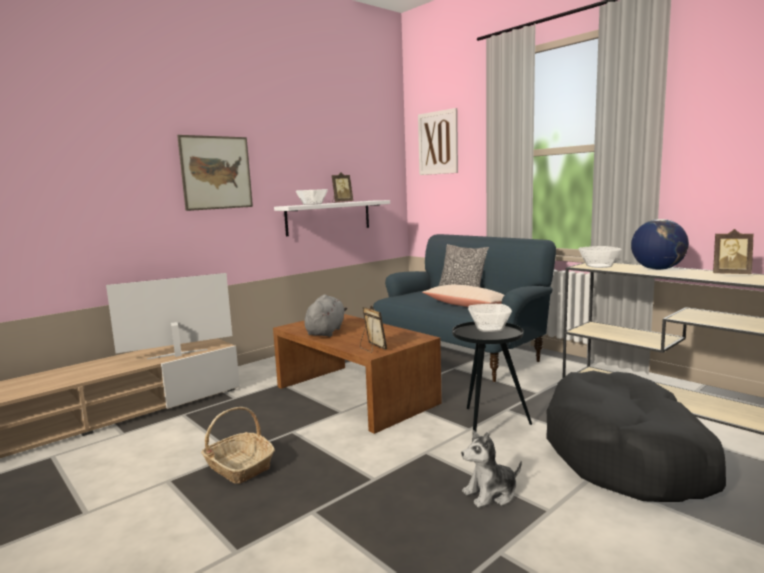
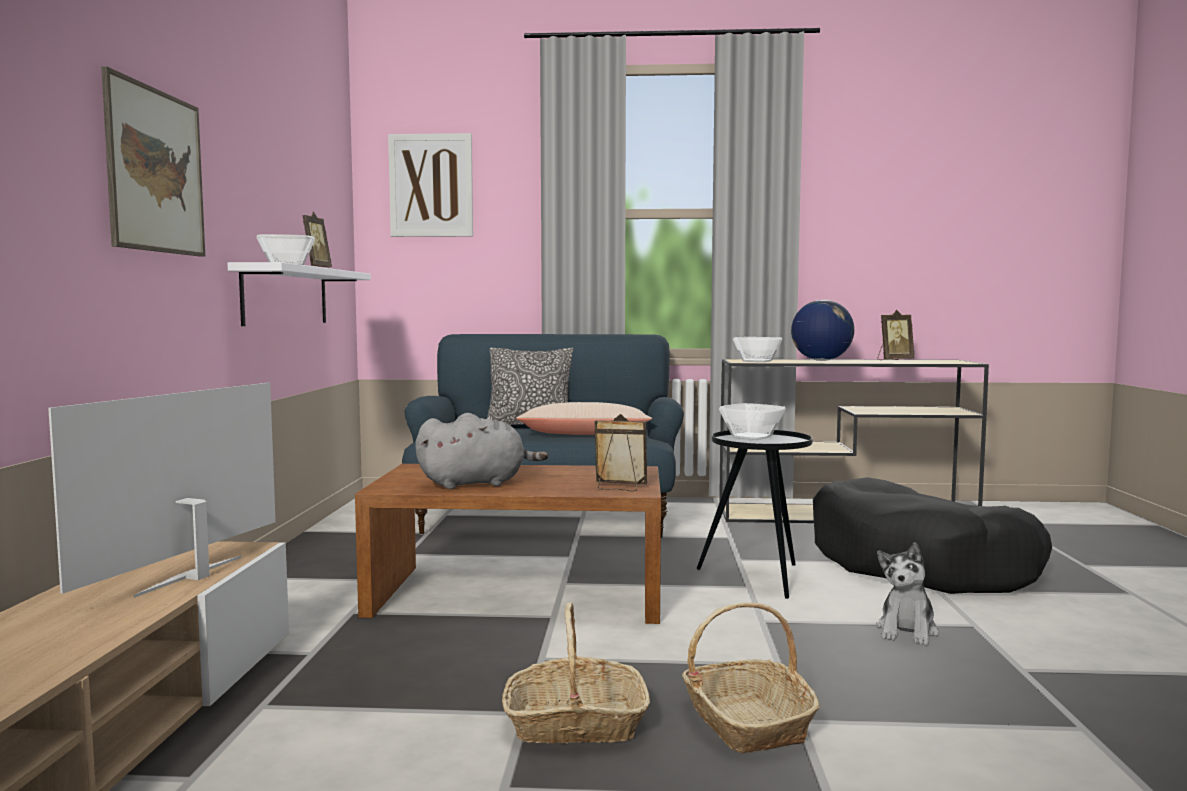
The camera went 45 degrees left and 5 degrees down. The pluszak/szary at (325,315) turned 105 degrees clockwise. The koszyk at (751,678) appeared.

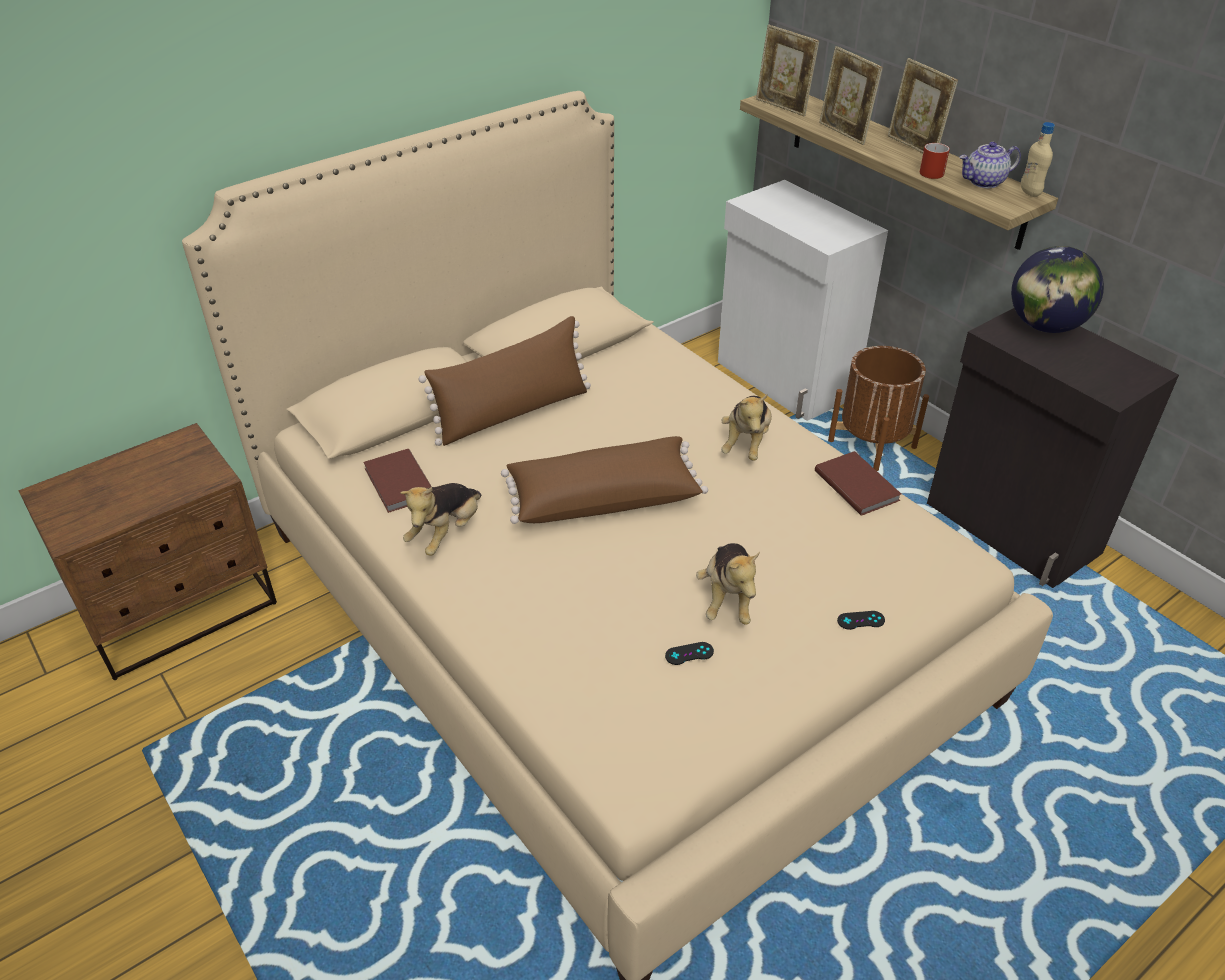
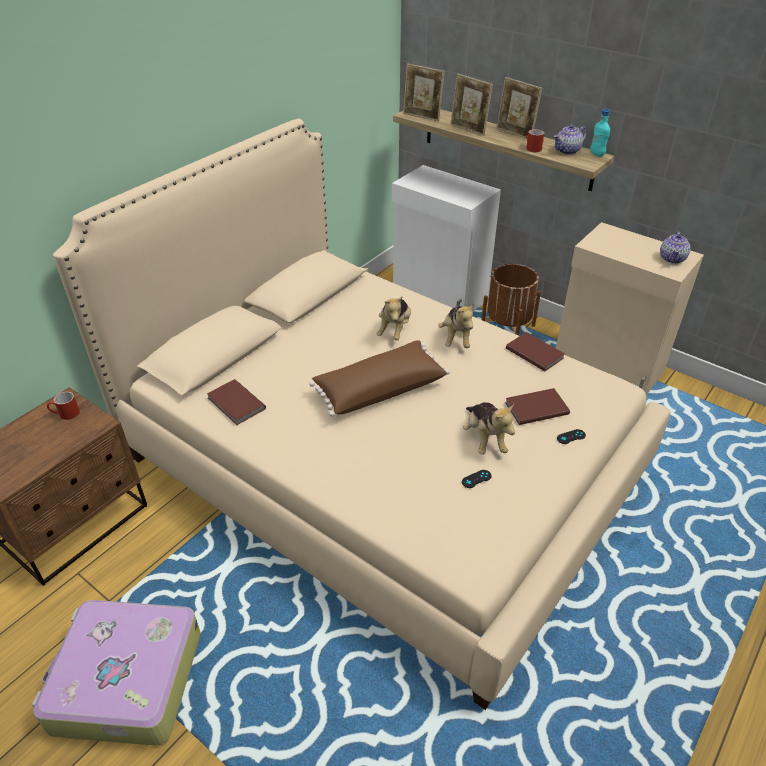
The camera went 15 degrees left and 0 degrees up. The walizka at (116,673) appeared. The kubek/czerwony at (63,405) appeared. The pluszak moved from (440,519) to (393,318). The książka/brązowy at (537,406) appeared. The szafka/czarny at (1053,448) became the szafka/beżowy at (630,308). The butelka/beżowy at (1038,159) became the butelka/turkusowy at (600,133). The imbryk at (675,247) appeared. The poduszka/brązowy at (505,381) disappeared. The globus at (1057,289) disappeared.

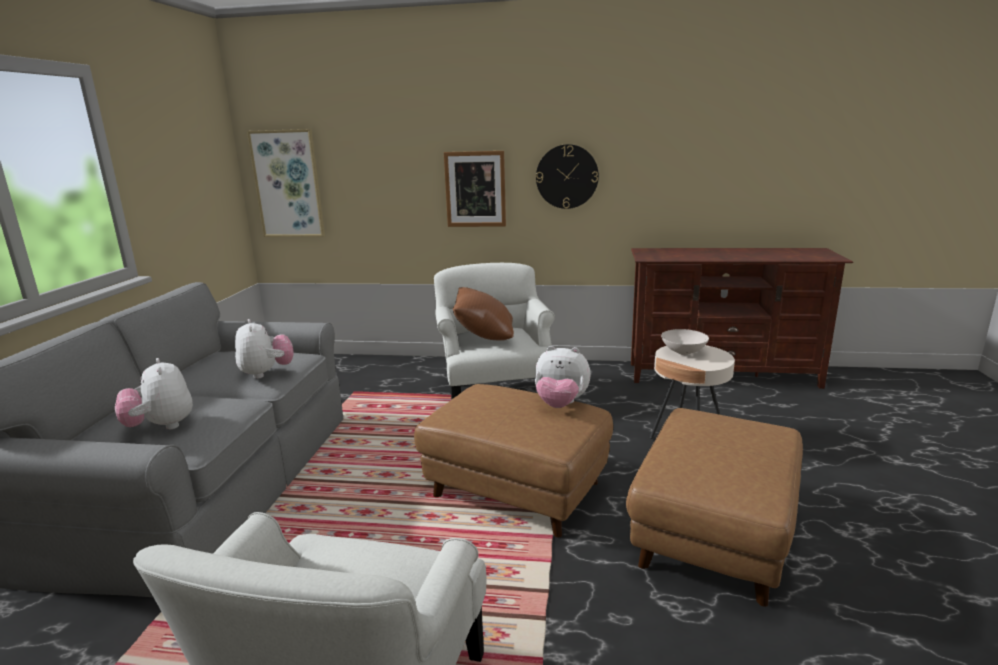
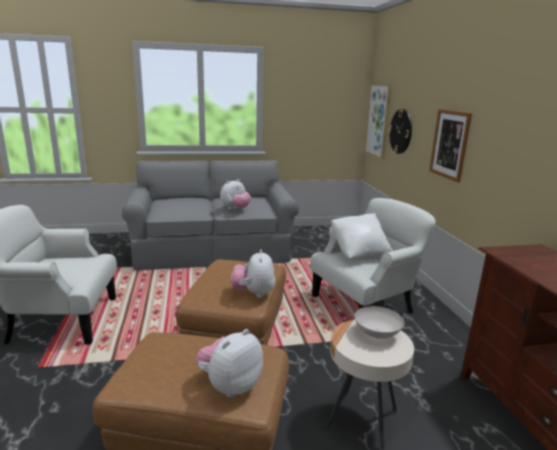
The camera went 70 degrees right and 0 degrees up. The pluszak moved from (154,393) to (229,363). The poduszka/brązowy at (483,313) became the poduszka/biały at (362,236). The zegar ścienny moved from (567,176) to (400,131).

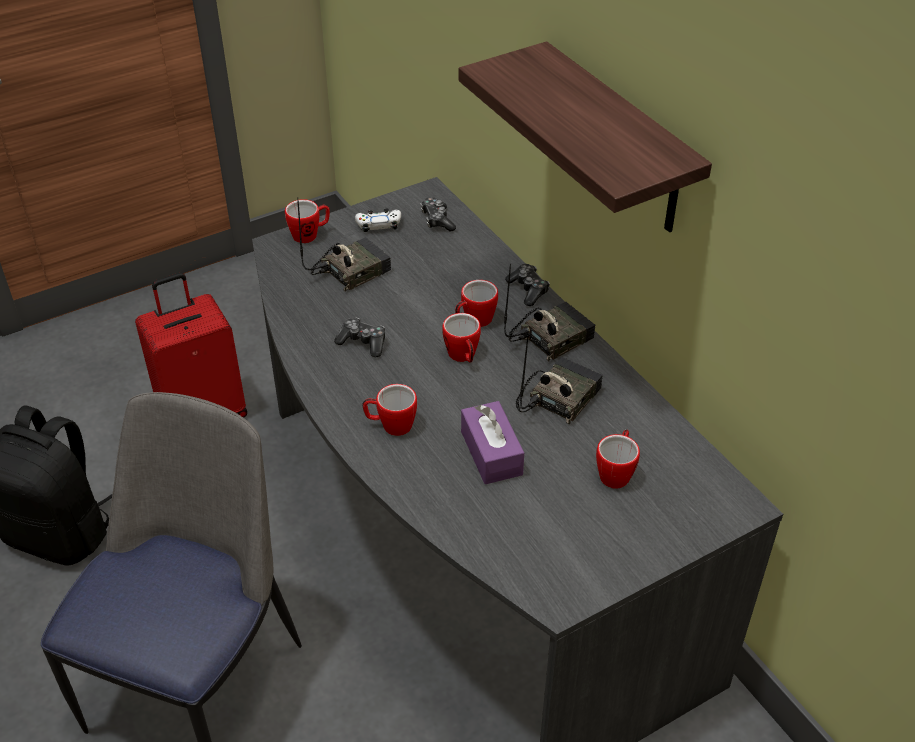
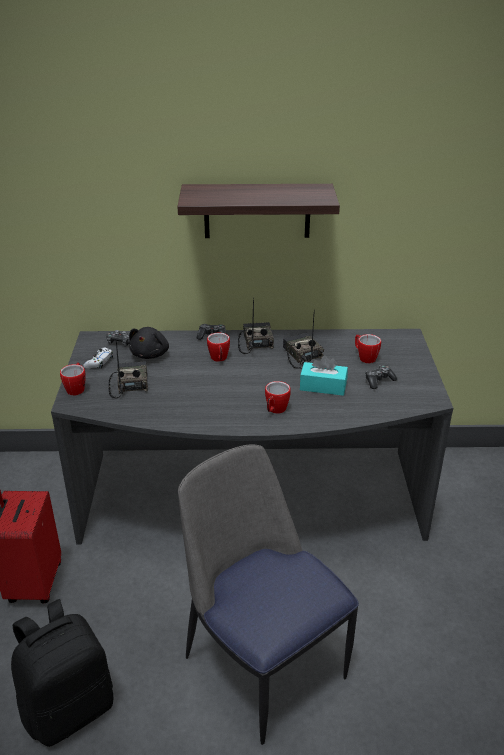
The camera went 60 degrees left and 10 degrees down. The pluszak/czarny at (149,343) appeared. The pudełko chusteczek/fioletowy at (492,442) became the pudełko chusteczek/turkusowy at (324,375). The pad do gier moved from (359,337) to (381,377). The kubek at (461,338) disappeared.

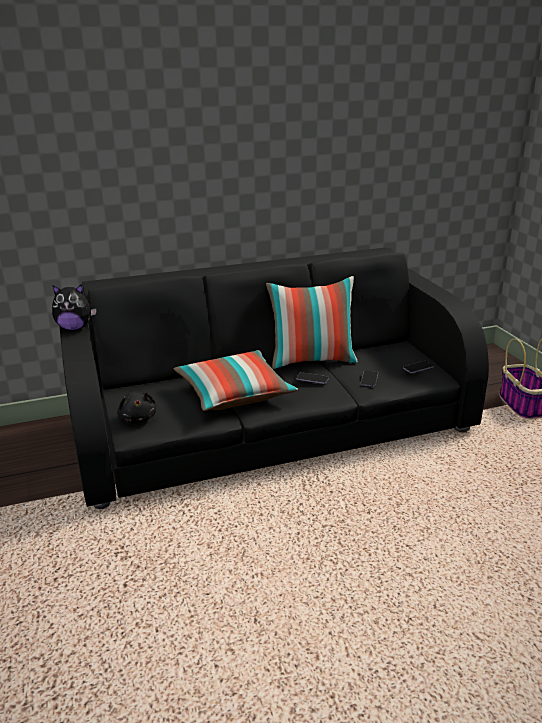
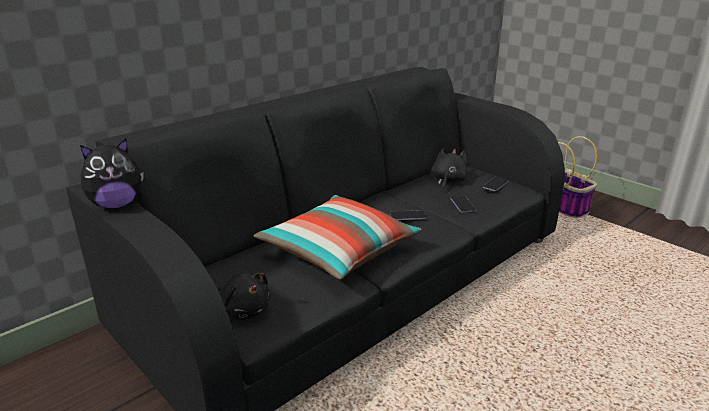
The camera went 25 degrees left and 0 degrees up. The pluszak/czarny at (449,169) appeared. The poduszka at (312,322) disappeared.

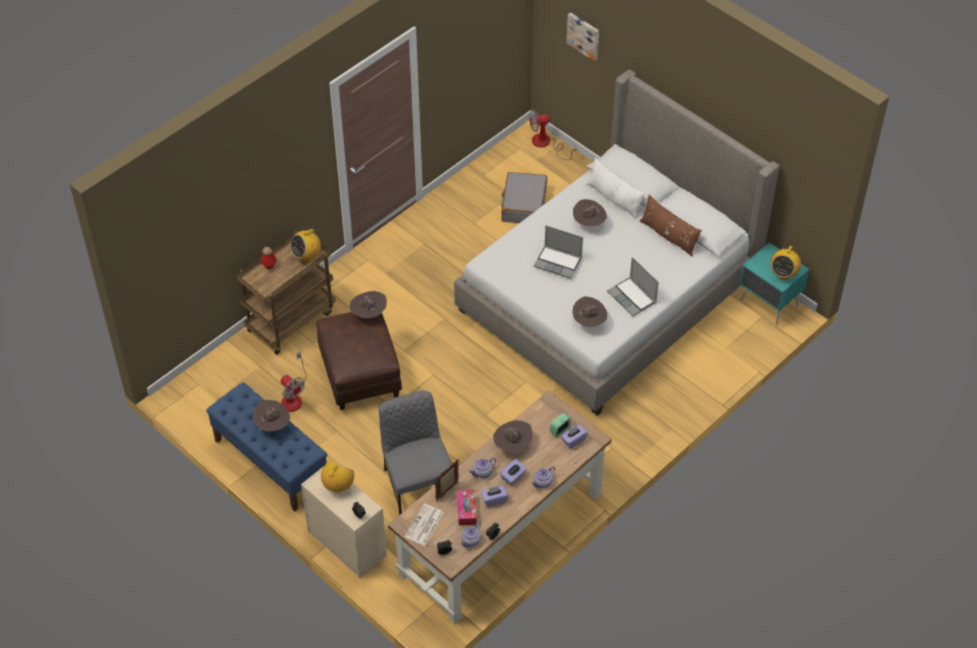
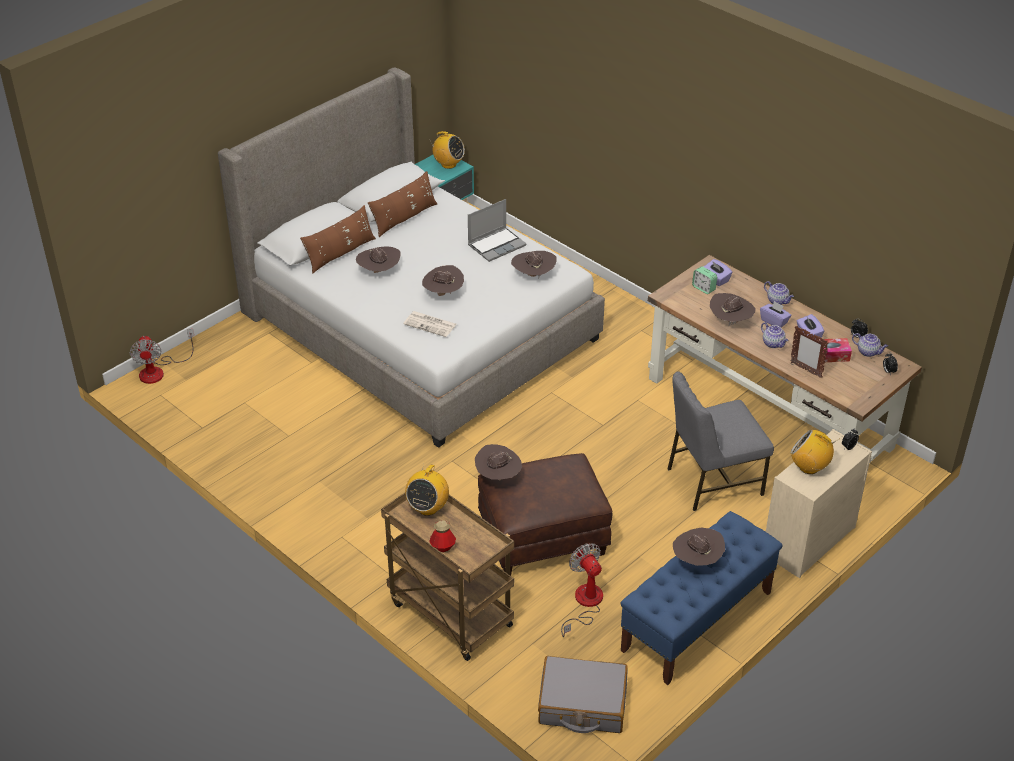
The camera went 90 degrees left and 10 degrees down. The poduszka/biały at (616,188) became the poduszka/brązowy at (338,239). The gazeta moved from (424,525) to (429,324). The radio at (305,244) turned 60 degrees clockwise. The laptop at (558,252) was replaced by the kapelusz/brązowy at (443,280). The walizka/szary moved from (524,197) to (583,694). The wentylator at (294,382) turned 75 degrees counterclockwise. The obraz at (582,37) disappeared.

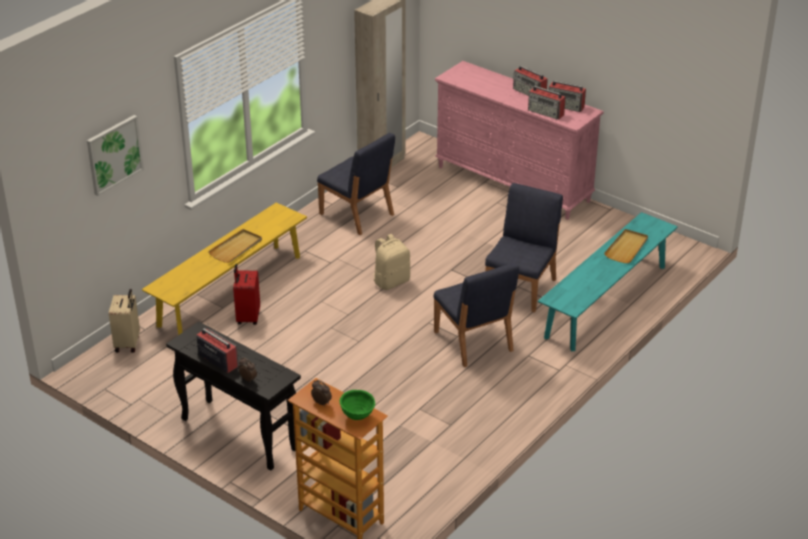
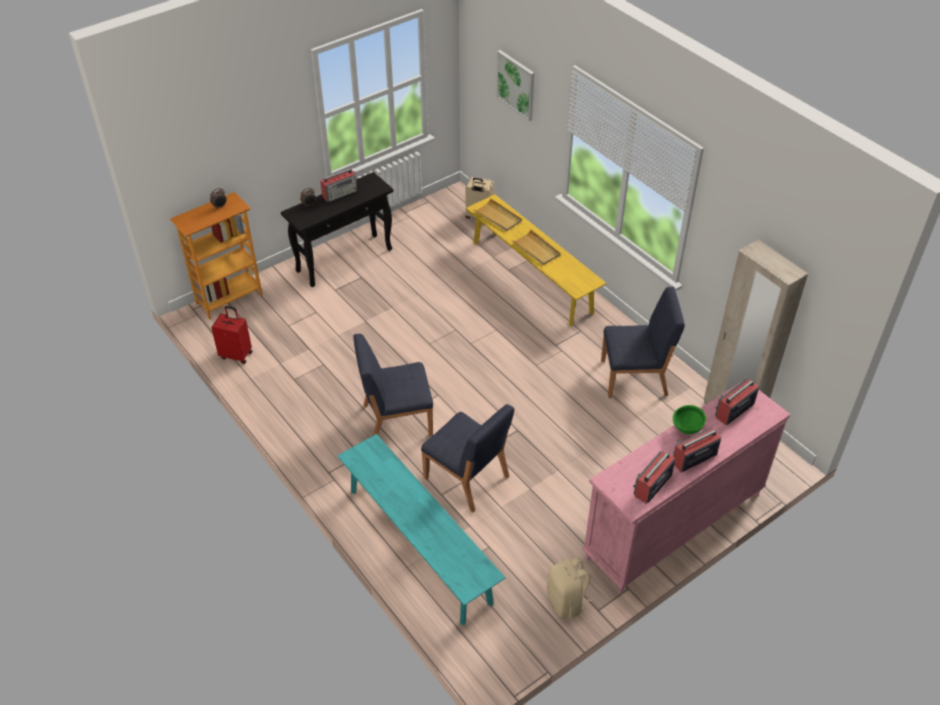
The camera went 105 degrees right and 10 degrees up. The walizka/czerwony moved from (246,294) to (231,335). The taca/beżowy moved from (626,246) to (497,214). The plecak/beżowy moved from (391,262) to (569,587). The krzesło/niebieski at (356,184) turned 150 degrees counterclockwise. The miska/zielony moved from (357,405) to (689,419). The radio moved from (546,103) to (737,402).

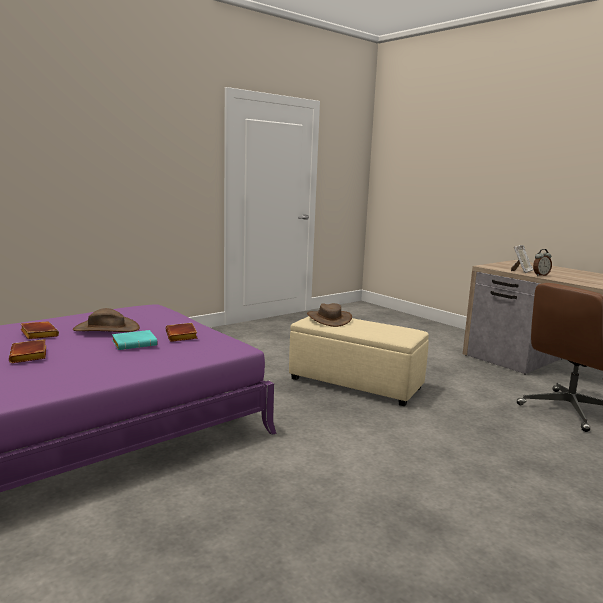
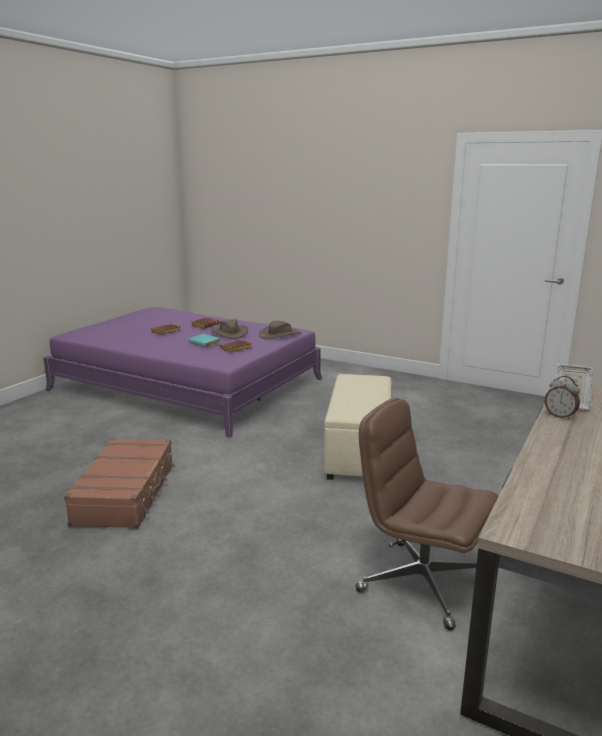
The camera went 70 degrees right and 5 degrees up. The walizka/brązowy at (119,483) appeared. The kapelusz/brązowy moved from (329,315) to (280,330).

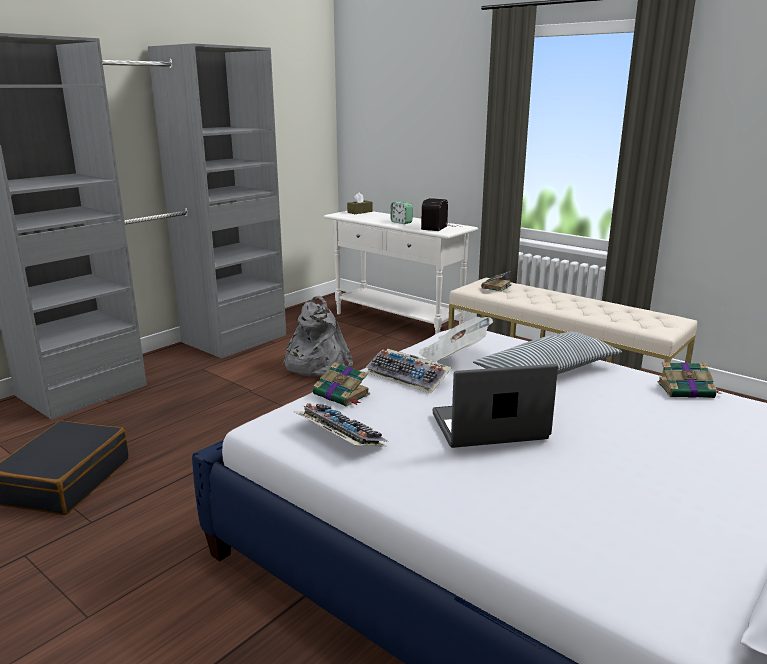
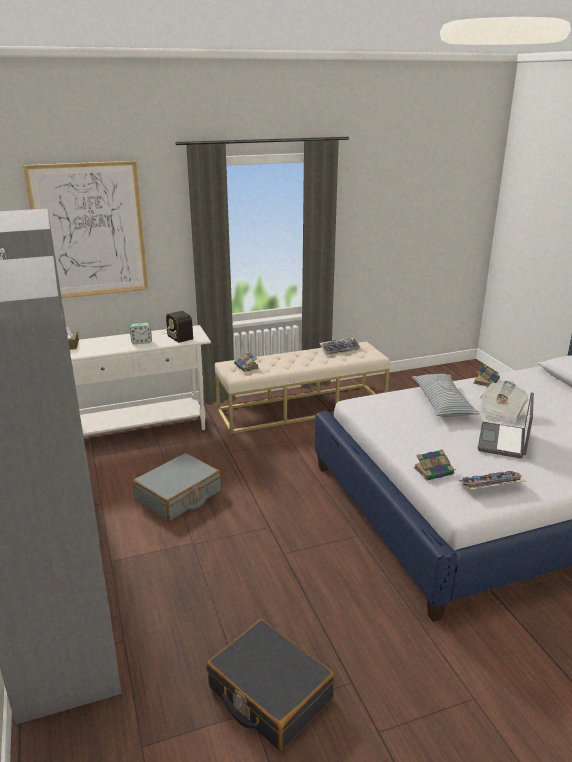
The camera went 60 degrees left and 5 degrees up. The obraz at (85,229) appeared. The plecak/szary at (317,336) was replaced by the walizka/szary at (177,487). The klawiatura moved from (409,371) to (340,347). The gazeta moved from (456,339) to (504,401).

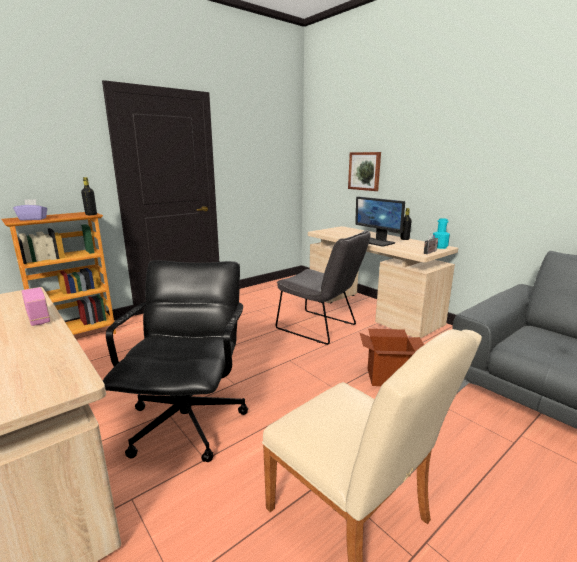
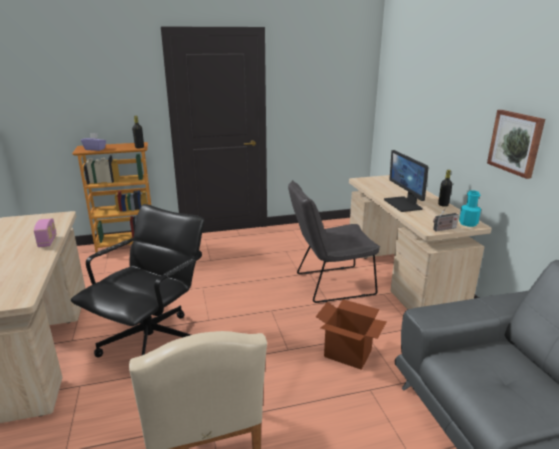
The camera went 25 degrees right and 5 degrees up. The krzesło/szary at (323,287) turned 105 degrees clockwise. The obraz moved from (364,171) to (516,144).

